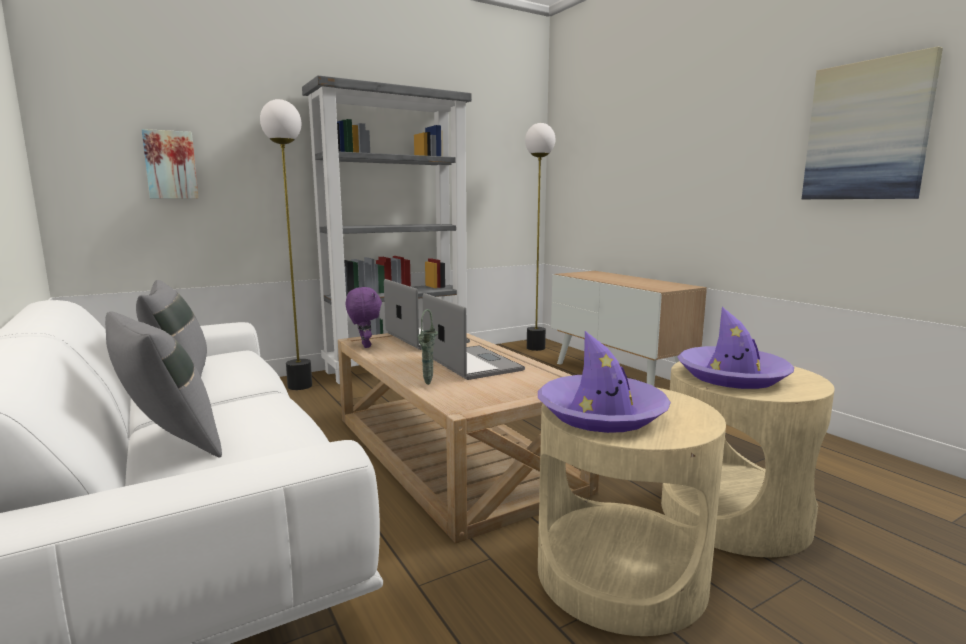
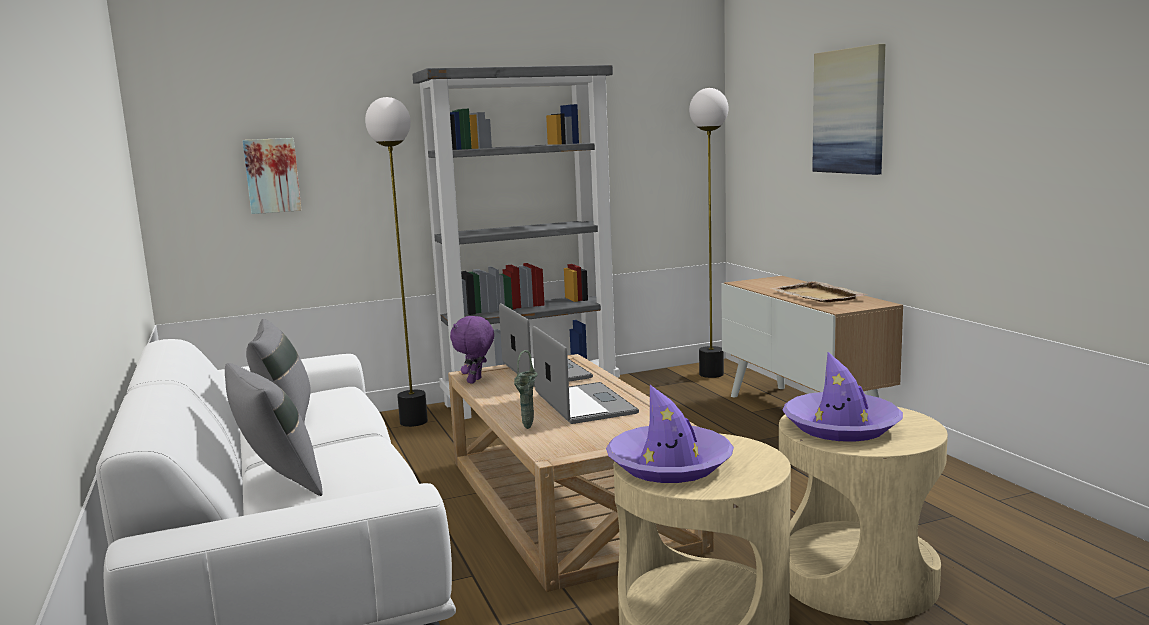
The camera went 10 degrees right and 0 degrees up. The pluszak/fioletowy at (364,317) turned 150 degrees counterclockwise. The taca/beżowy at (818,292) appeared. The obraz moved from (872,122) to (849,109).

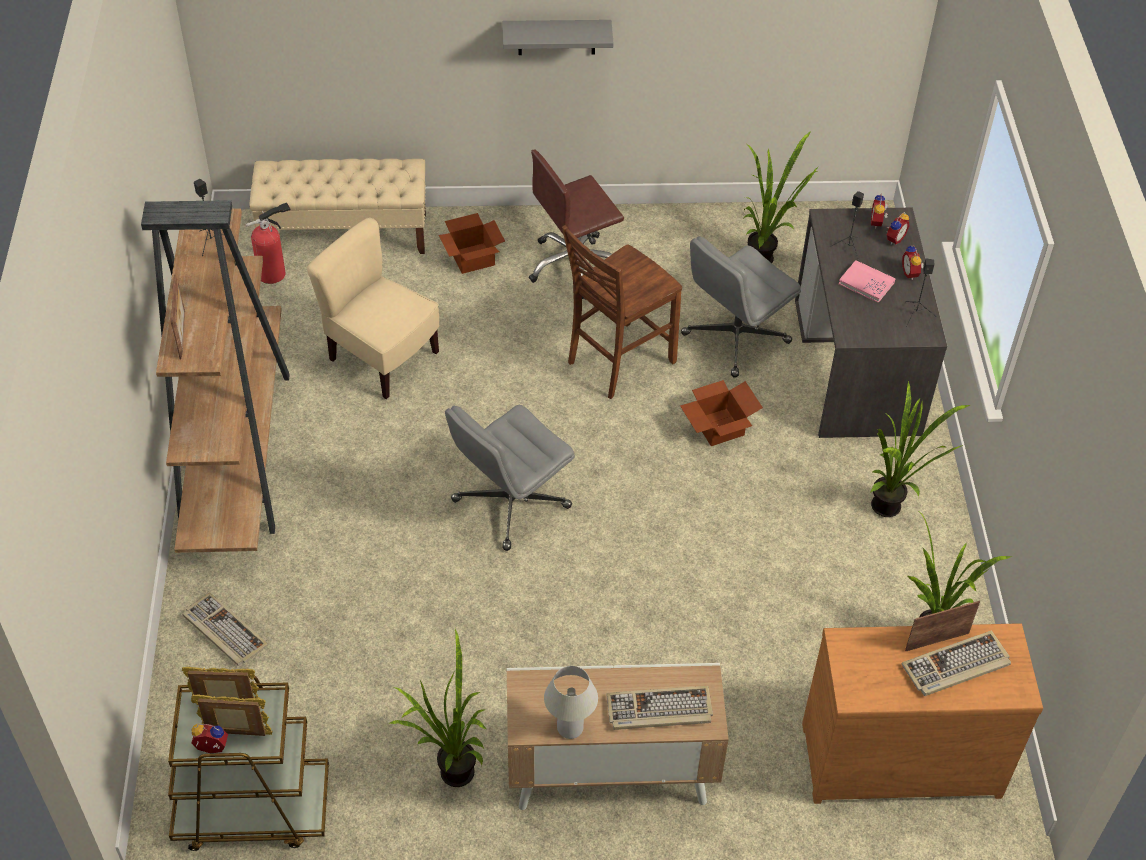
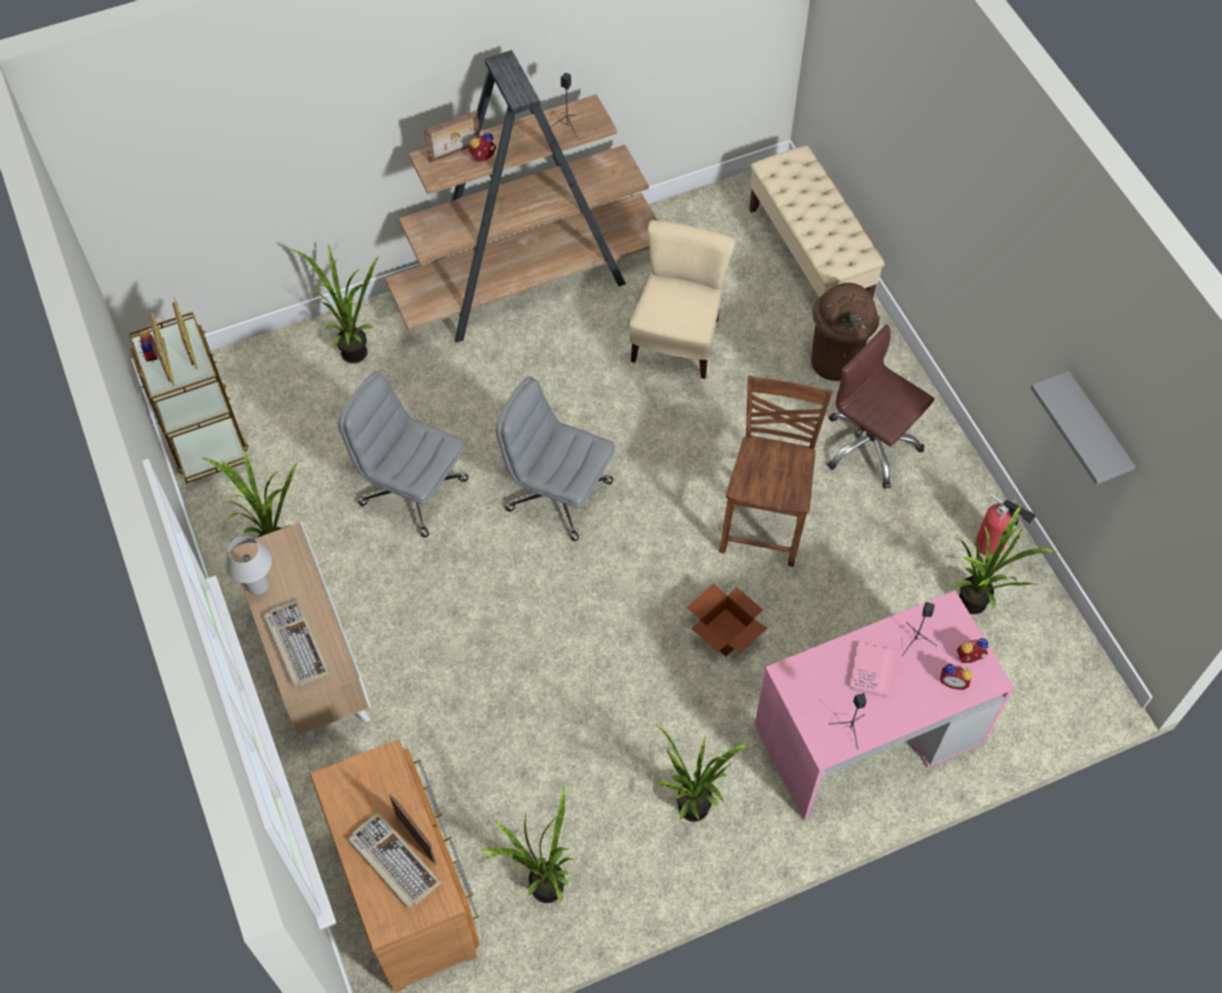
The camera went 70 degrees right and 10 degrees up. The klawiatura at (225,629) was replaced by the roślina doniczkowa at (335,303). The krzesło biurowe/szary moved from (741,307) to (403,455). The budzik moved from (913,262) to (482,147). The krzesło/brązowy at (622,312) turned 75 degrees clockwise. The biurko/szary at (871,323) became the biurko/różowy at (884,705). The karton at (472,243) was replaced by the kosz na śmieci/brązowy at (845,332). The gaśnica moved from (268,243) to (1006,524). The półka/szary moved from (558,37) to (1083,428).

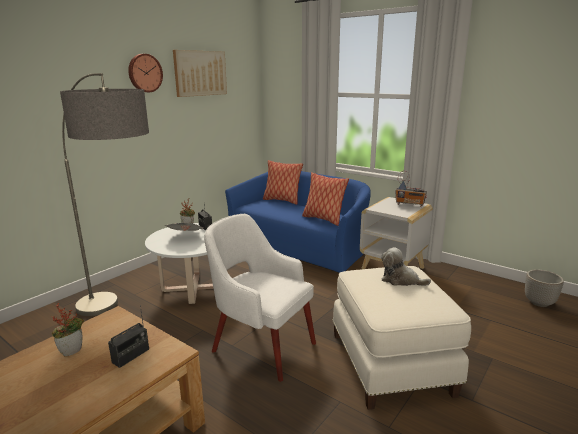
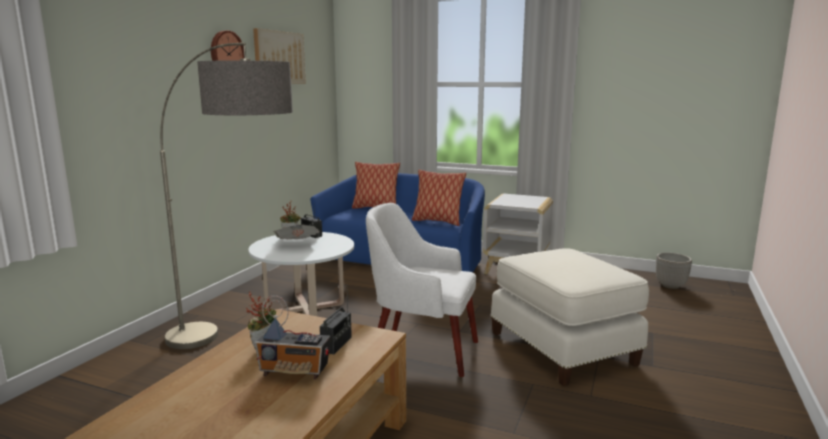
The camera went 15 degrees left and 5 degrees down. The radio moved from (411,189) to (293,337). The pluszak at (406,266) disappeared.

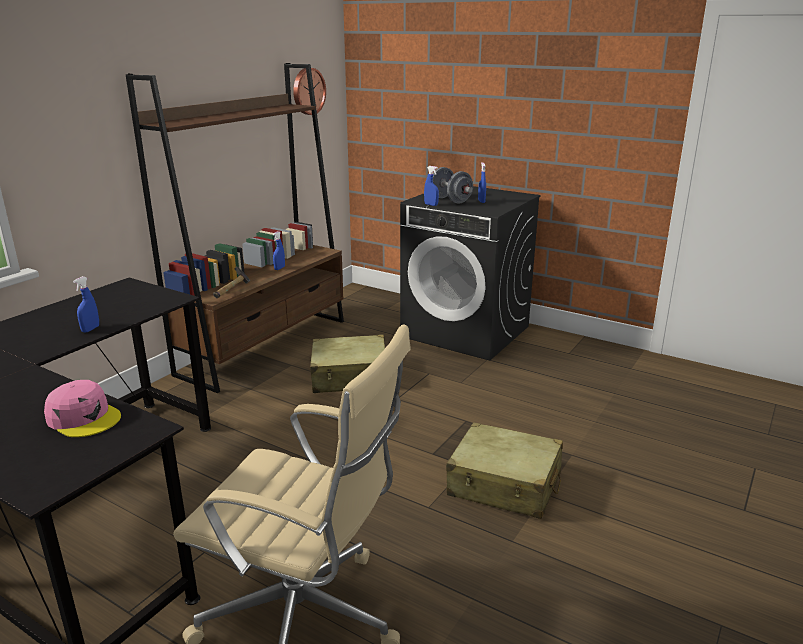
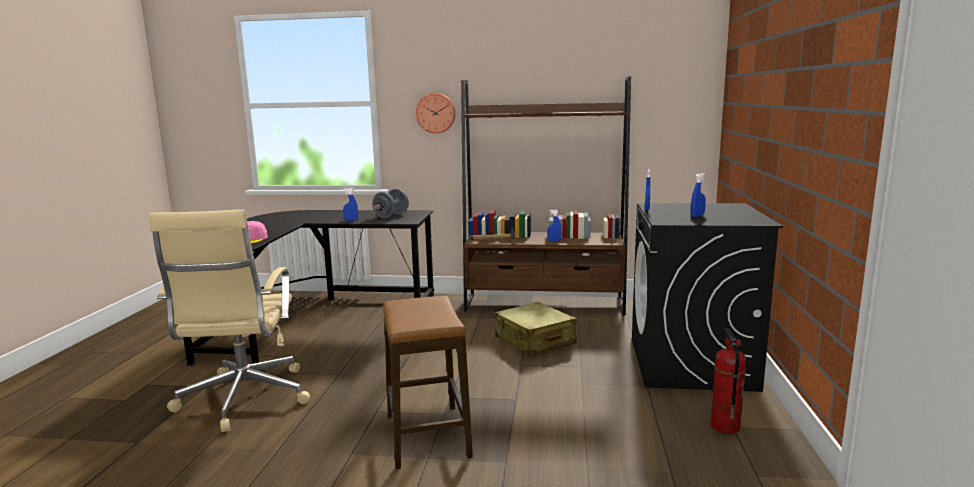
The camera went 65 degrees right and 10 degrees down. The hantel/szary moved from (453,185) to (390,203). The walizka/beżowy at (504,470) was replaced by the stołek at (428,382). The zegar ścienny moved from (309,91) to (435,113). The gaśnica at (728,381) appeared.

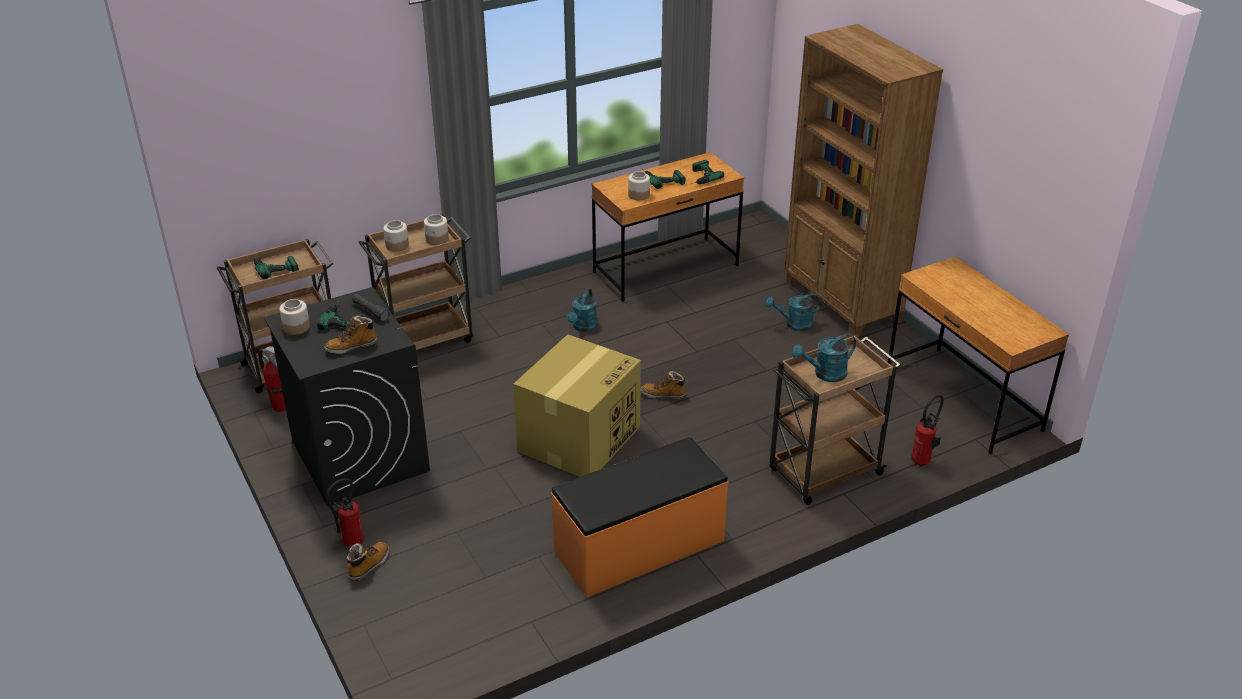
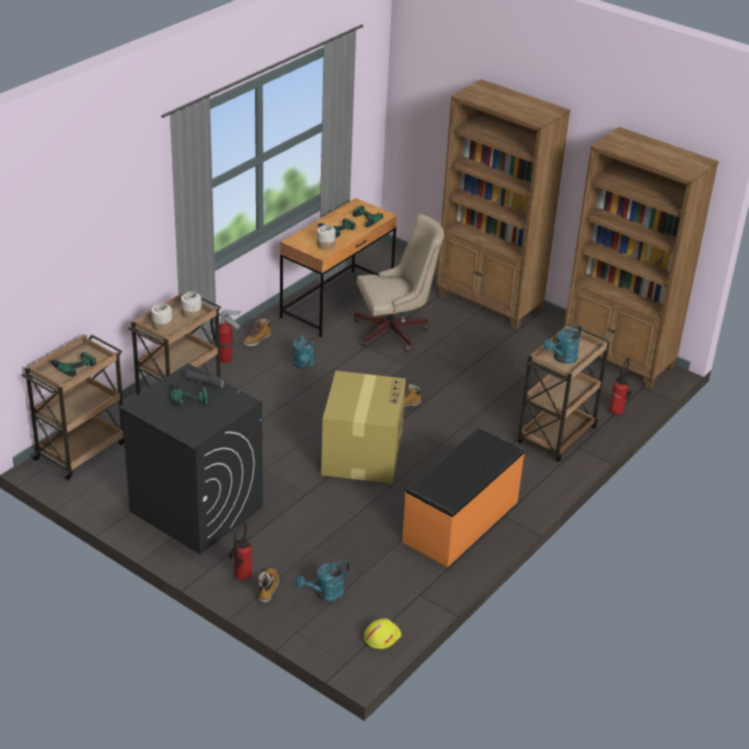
The camera went 25 degrees left and 0 degrees up. The gaśnica moved from (272,379) to (225,336). The but z cholewką moved from (350,334) to (257,332). The konewka/turkusowy moved from (793,312) to (322,580). The krzesło biurowe/beżowy at (399,283) appeared. The kask/żółty at (383,634) appeared. The biurko/brązowy at (978,355) was replaced by the regał/brązowy at (641,258). The słoik at (294,317) disappeared.

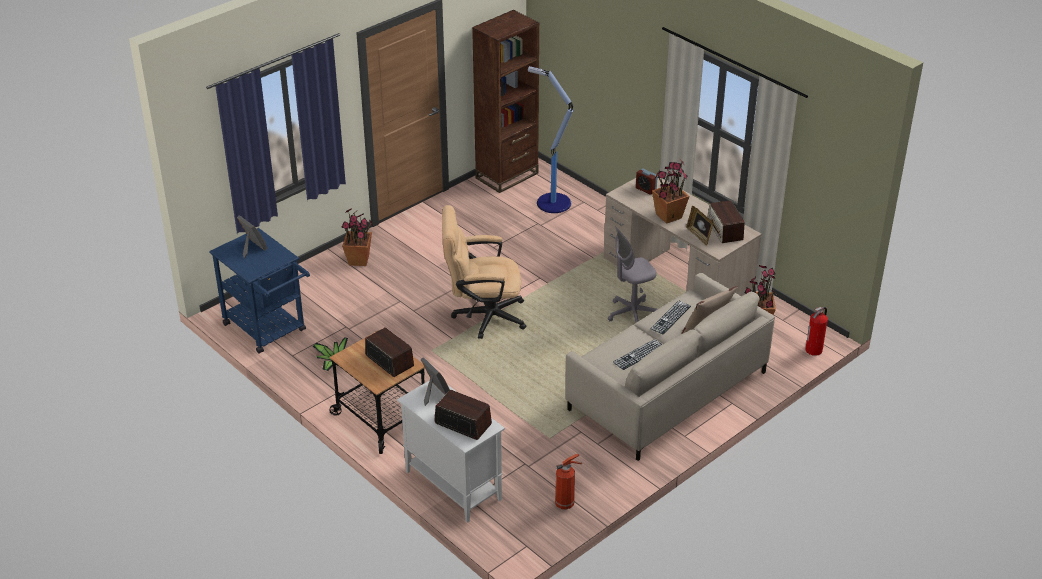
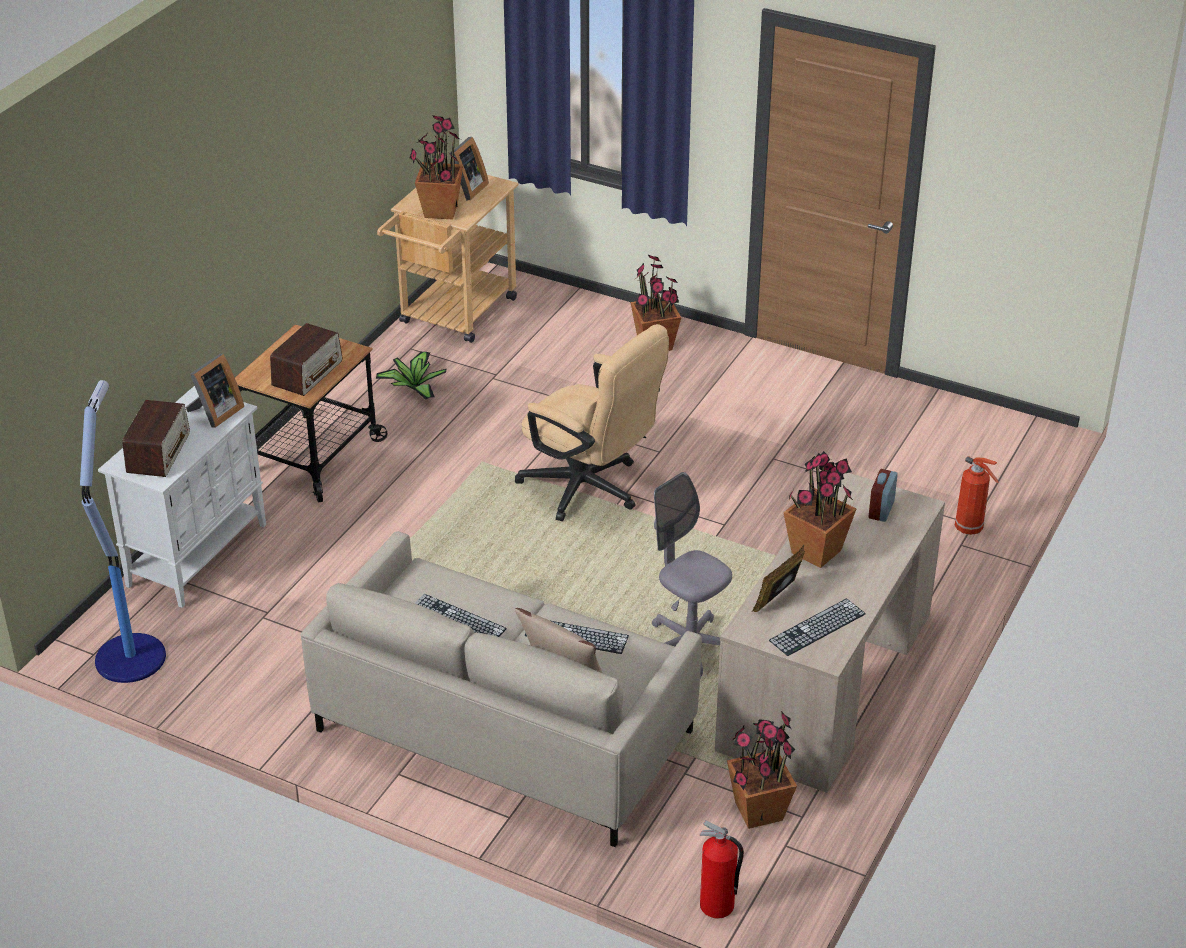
The camera went 70 degrees right and 0 degrees up. The lampa stojąca moved from (550,139) to (123,531). The wózek/niebieski at (259,290) became the wózek/beżowy at (447,259). The roślina doniczkowa at (436,167) appeared. The krzesło biurowe/beżowy at (484,272) turned 150 degrees clockwise. The radio at (726,221) was replaced by the klawiatura at (817,627). The gaśnica moved from (568,482) to (977,495). The regał/brązowy at (505,101) disappeared.

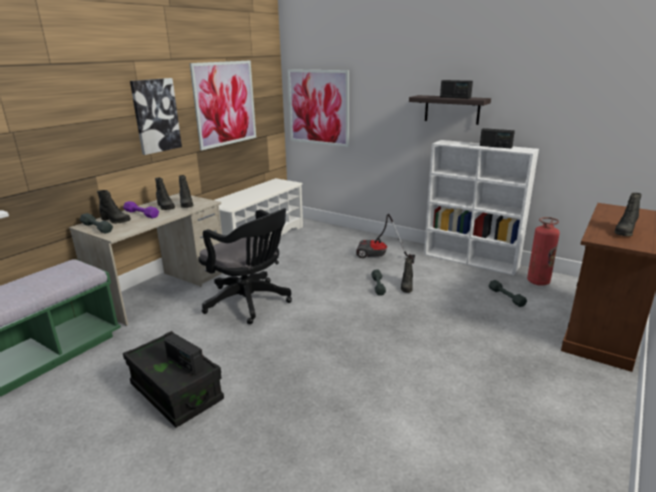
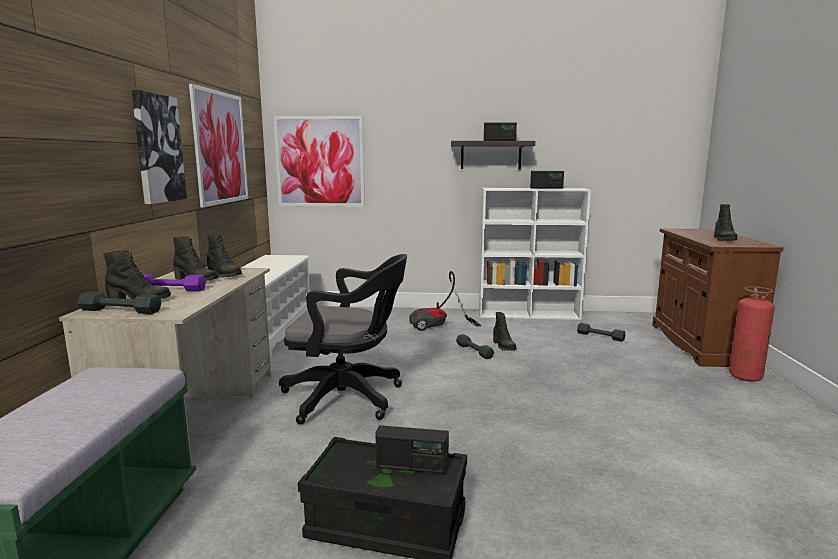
The camera went 30 degrees left and 10 degrees down. The gaśnica moved from (543,251) to (752,334).

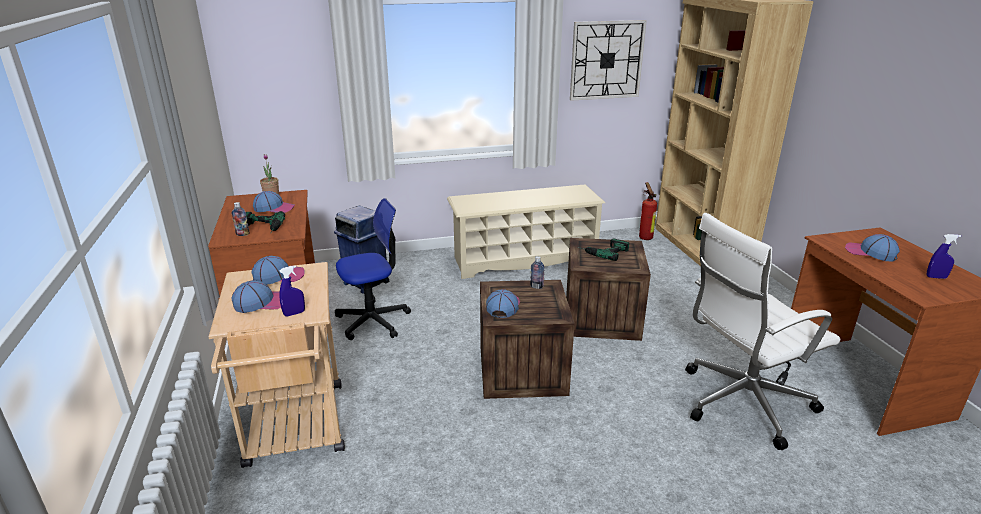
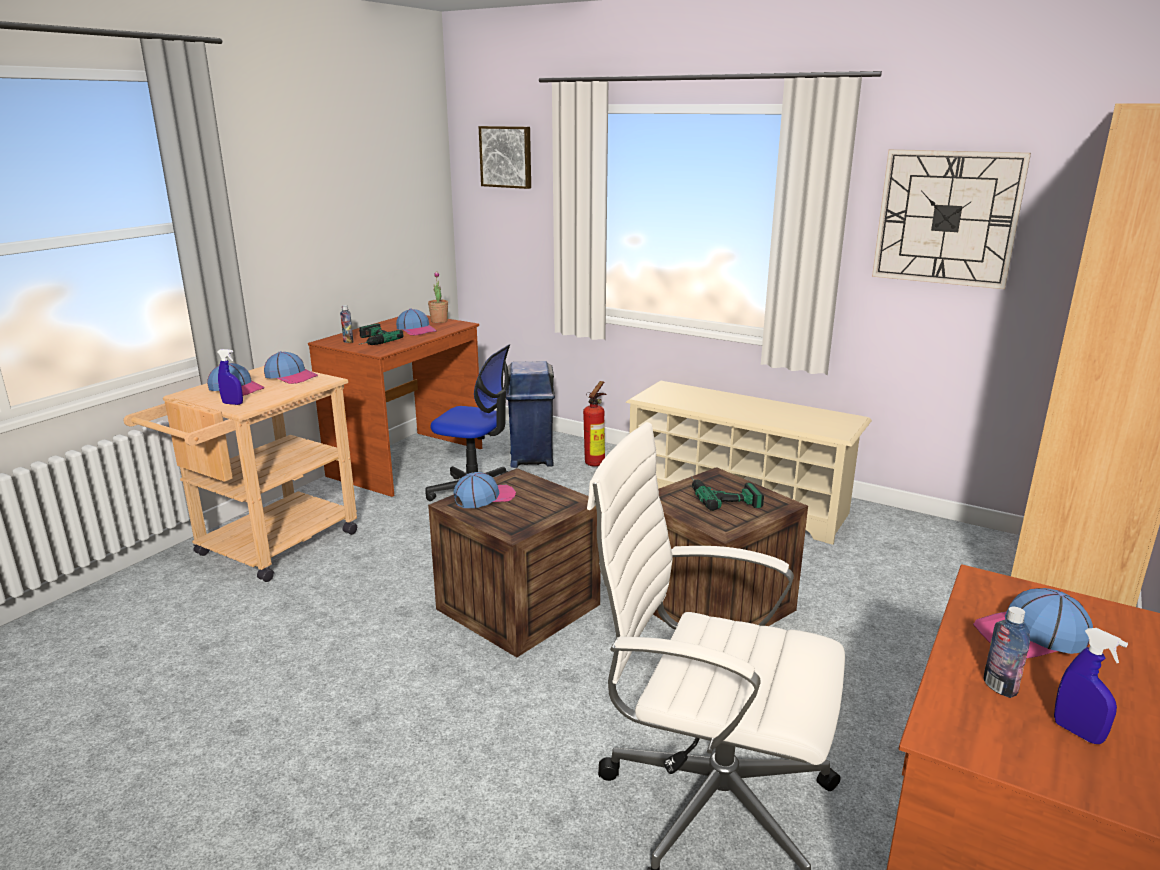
The camera went 45 degrees right and 5 degrees down. The obraz at (505,157) appeared. The gaśnica moved from (648,211) to (595,424). The czapka z daszkiem at (872,248) turned 90 degrees counterclockwise. The butelka moved from (537,272) to (1006,652).

